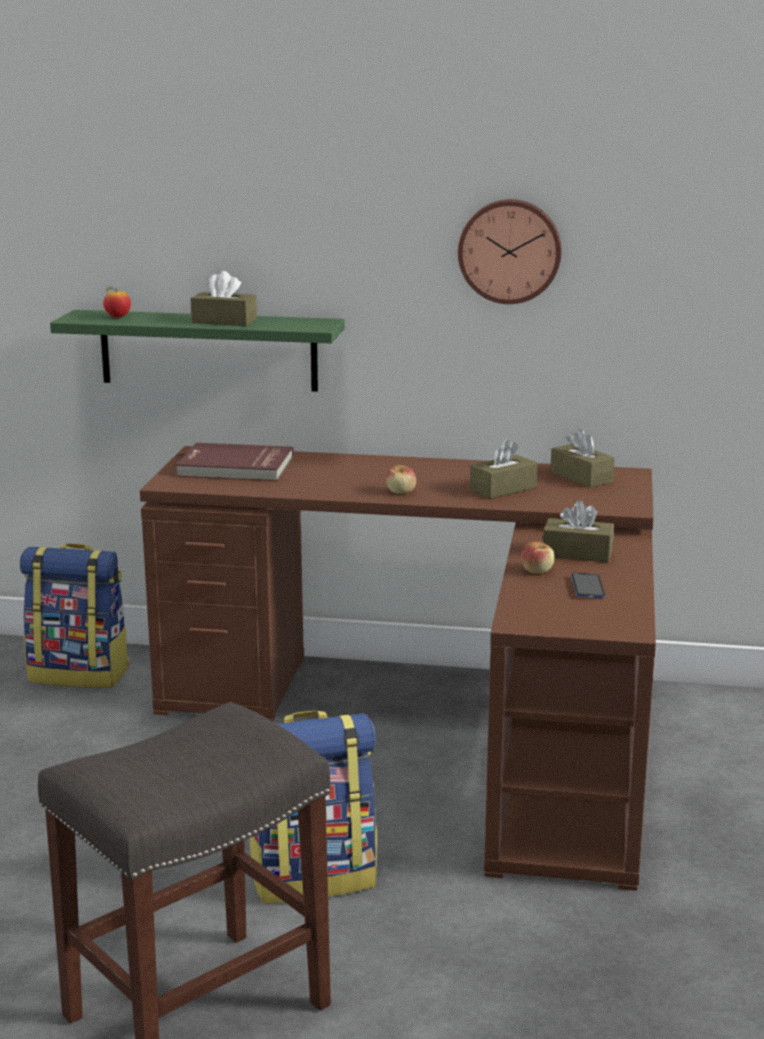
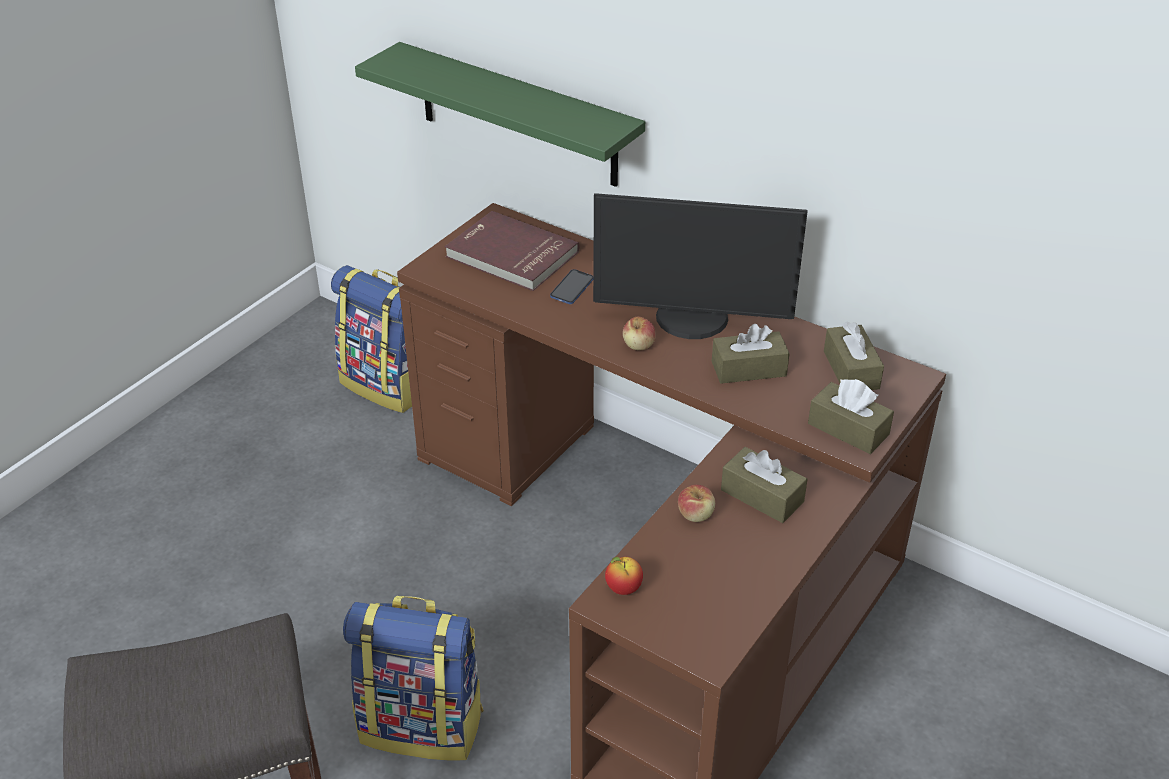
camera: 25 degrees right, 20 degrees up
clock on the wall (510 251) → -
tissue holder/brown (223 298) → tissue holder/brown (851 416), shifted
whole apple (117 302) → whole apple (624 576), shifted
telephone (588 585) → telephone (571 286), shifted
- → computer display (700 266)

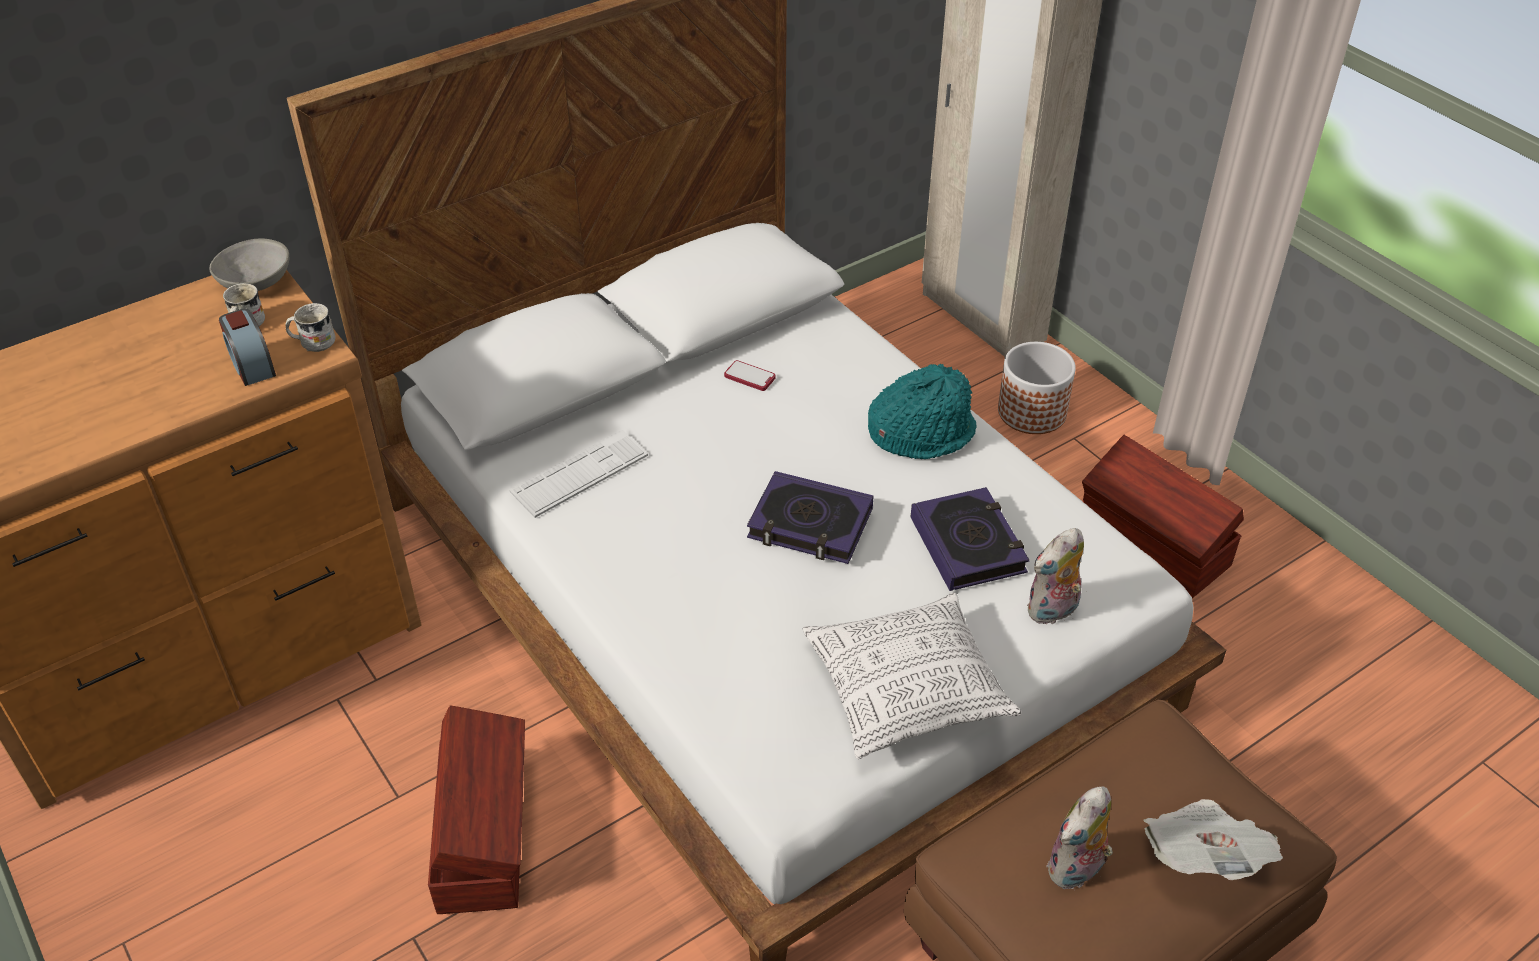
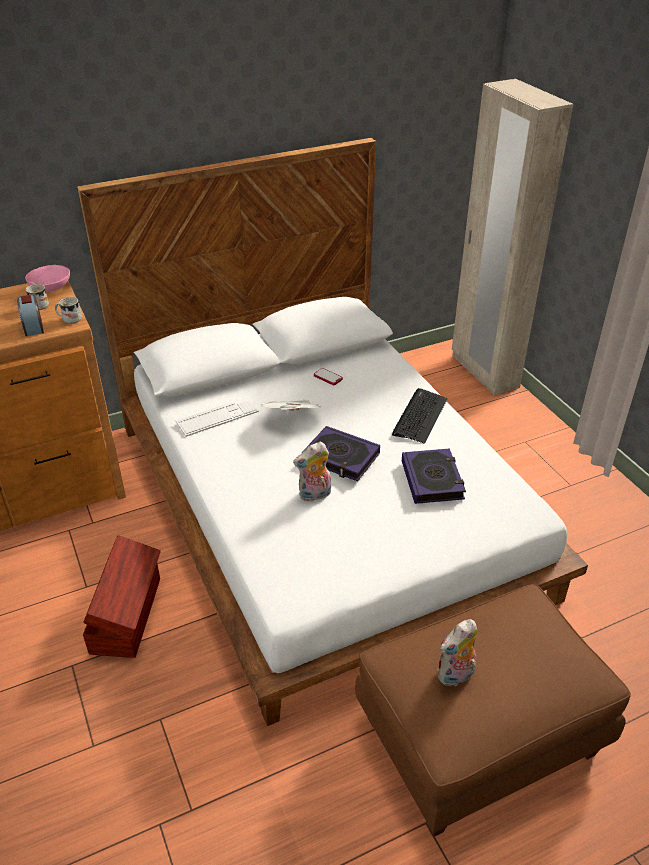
camera: 10 degrees right, 5 degrees down
deep dish/greyish (249 265) → deep dish/pink (47 278)
planter (1037 388) → -
hat/blue-green (922 411) → computer keyboard (420 416)
storage box/brown (1163 516) → -
cuddly toy (1055 577) → cuddly toy (312 472), shifted
throw pillow (912 675) → -
printed paper (1213 839) → printed paper (291 405), shifted

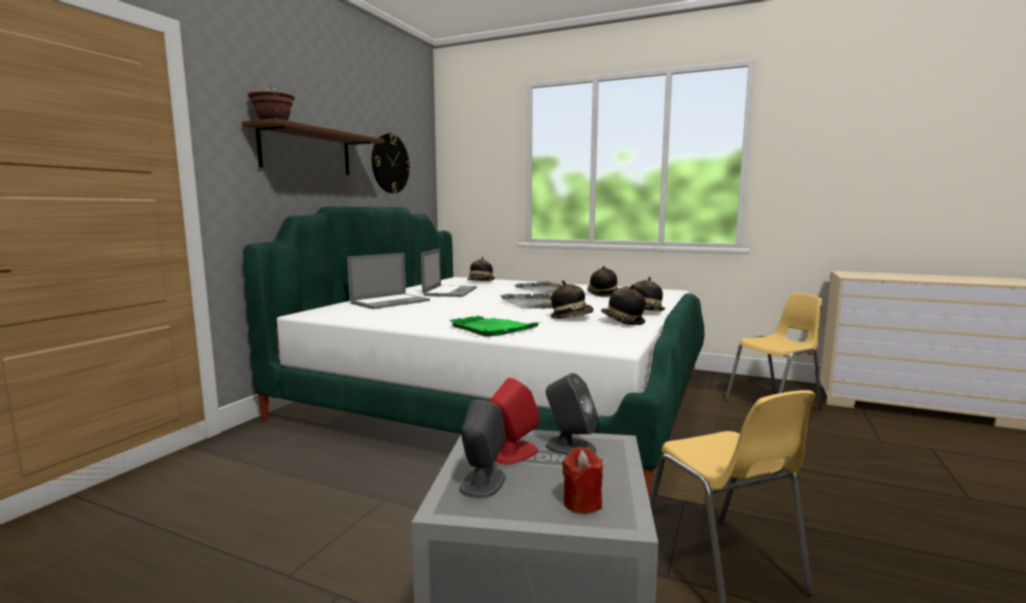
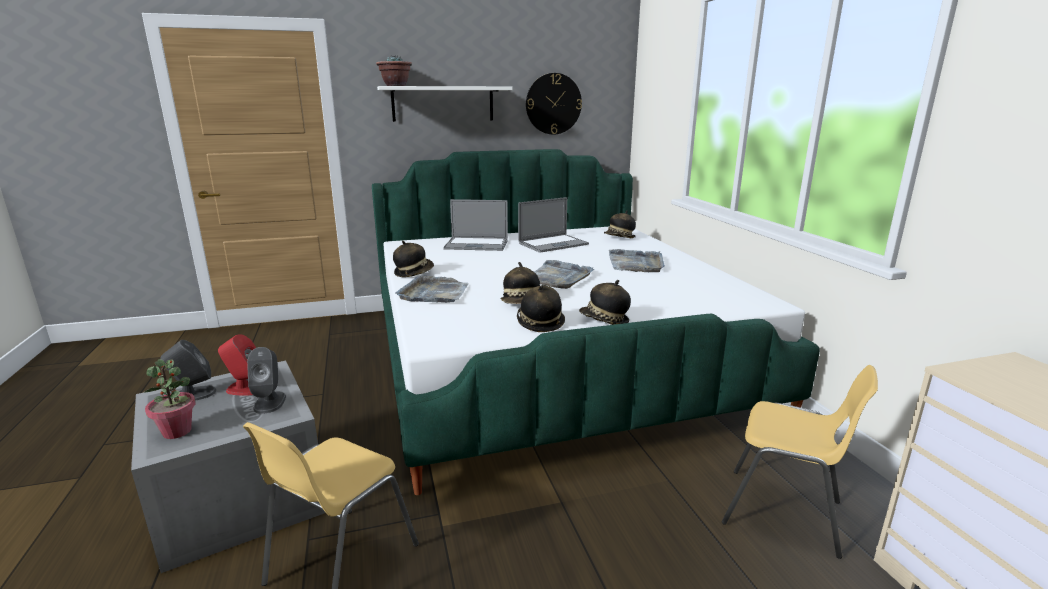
camera: 50 degrees right, 10 degrees up
wall shelf/brown (313 146) → wall shelf/white (445 104)
hat (602 281) → hat (413 259), shifted
carrying tray/greenish (496 326) → carrying tray/greyish (432 289)
wax light/red-coloured (582 480) → potted plant (169 399)

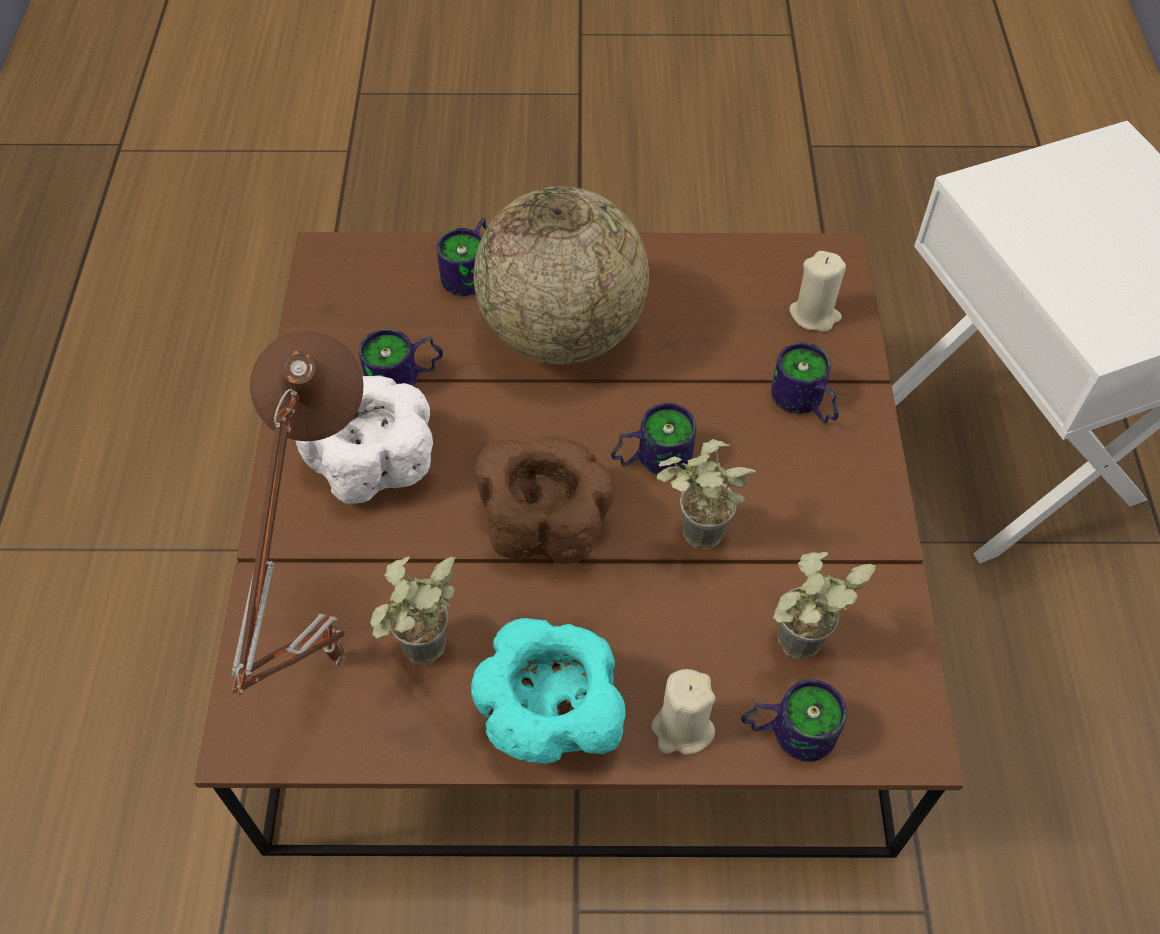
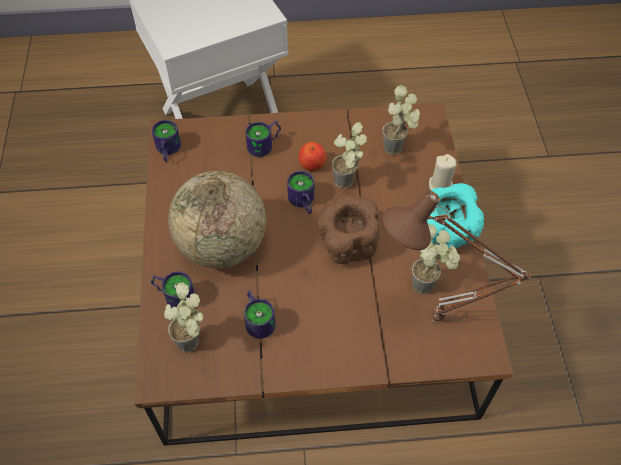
camera: 95 degrees left, 0 degrees up
wax light/sand-coloured (817 291) → -
deep dish/white (364 440) → -
mug (794 721) → mug (166 141), shifted
- → whole apple (312 156)
- → potted plant (183 317)

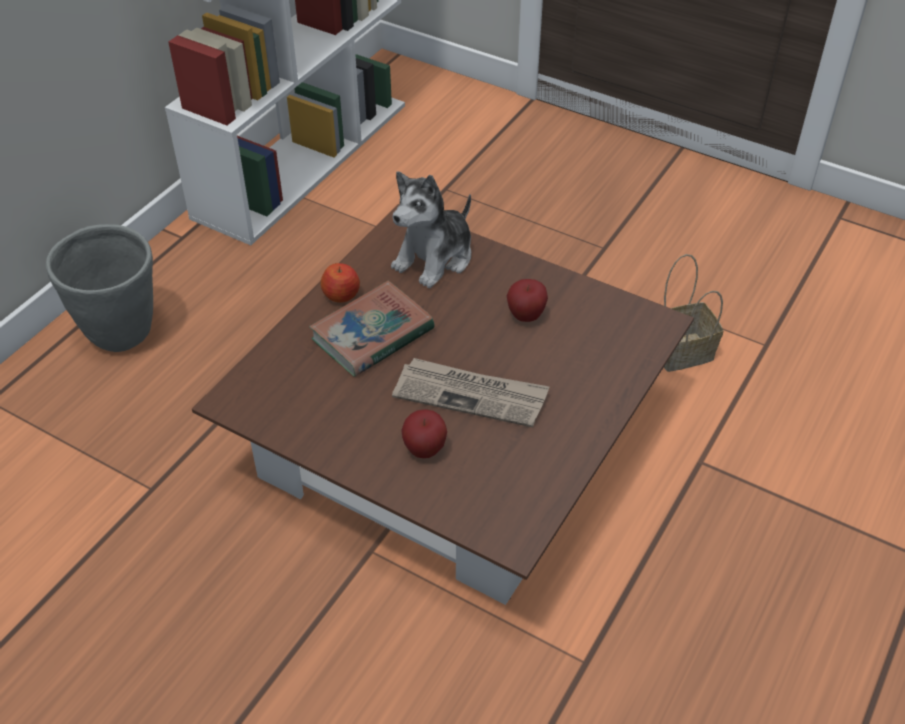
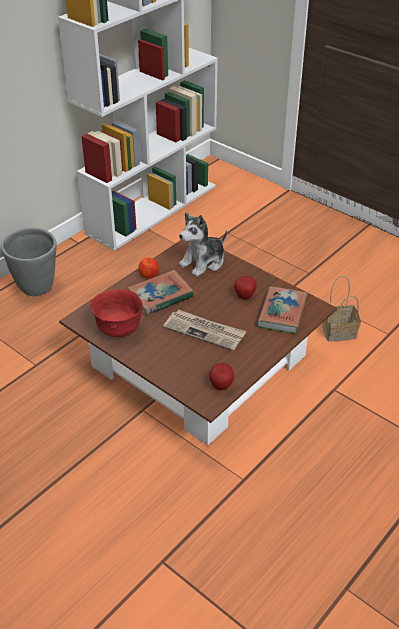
camera: 10 degrees right, 5 degrees down
whole apple (424 433) → whole apple (221 376), shifted
- → book (282 310)
- → deep dish/red-coloured (116 313)

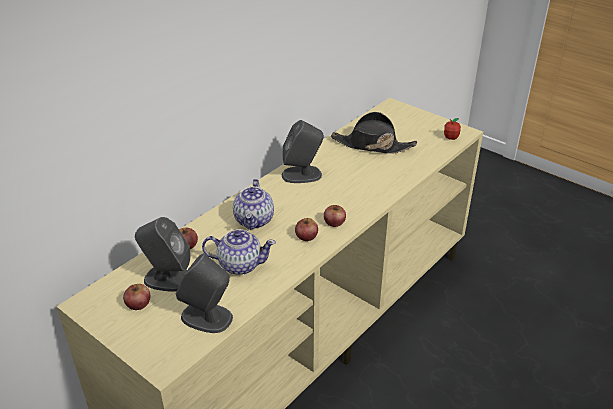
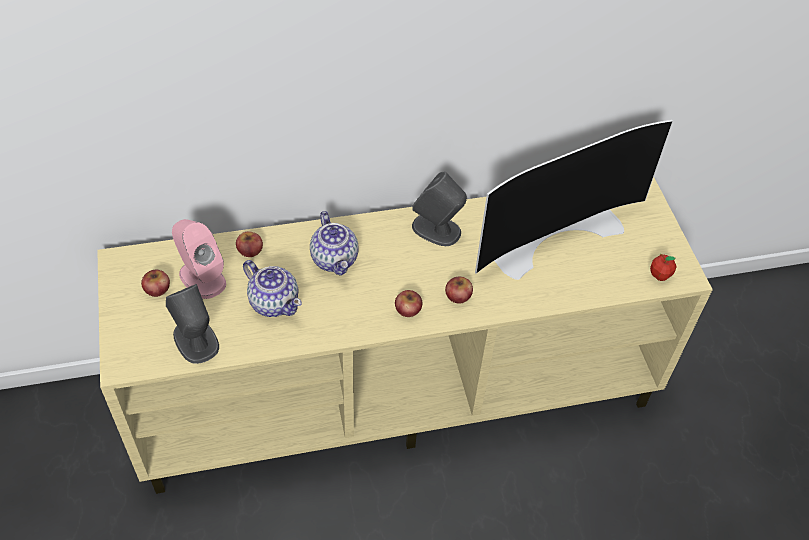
camera: 35 degrees right, 15 degrees up
hat/black-coloured (374 133) → TV set (574 200)
teapot (253 204) → teapot (334 243), 60 degrees counterclockwise
loudspeaker/greyish (163 254) → loudspeaker/pink (199 259)
whole apple (306 229) → whole apple (459 290), shifted

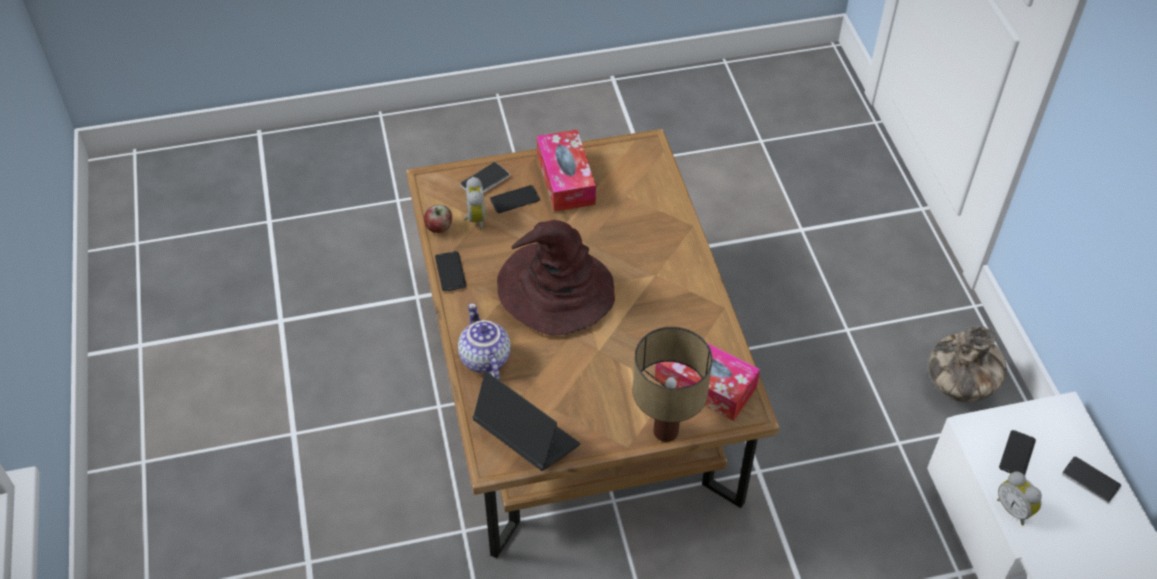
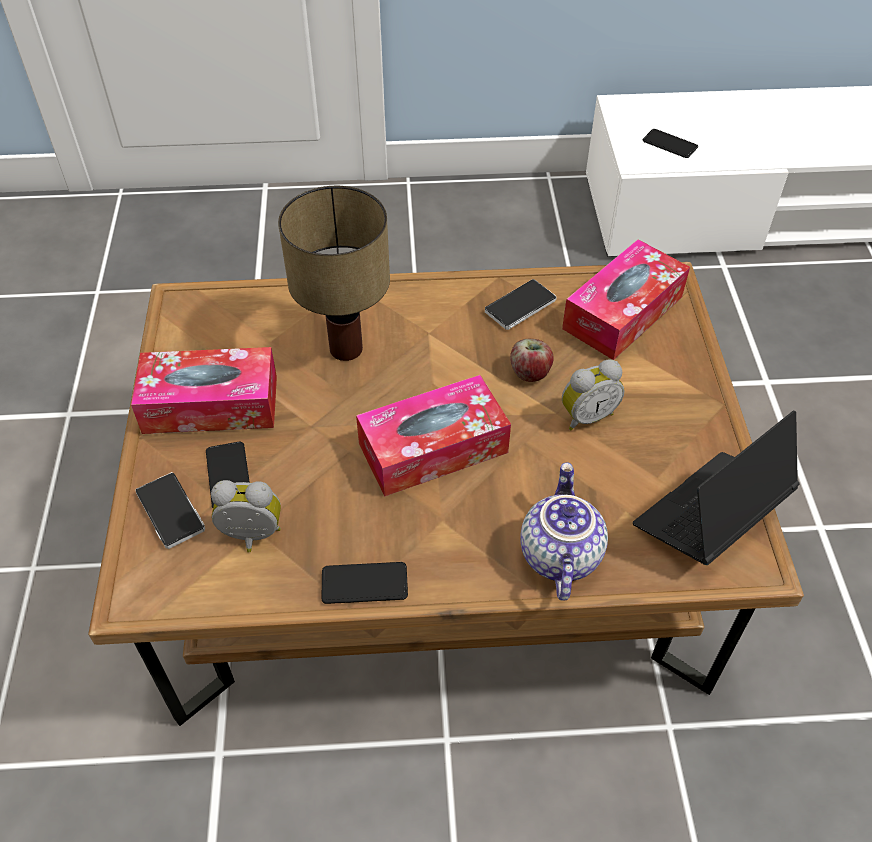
camera: 80 degrees left, 0 degrees up
whole apple (438 219) → whole apple (532 360), shifted
hat/brown (556 277) → tissue holder (433 436)
teapot (484 341) → teapot (564 531), 105 degrees clockwise
flower vase (968 364) → -
tabletop lamp (673 384) → tabletop lamp (334 273), shifted
telephone (1092 480) → telephone (521 304), shifted
bedside clock (1019 498) → bedside clock (593 395), shifted

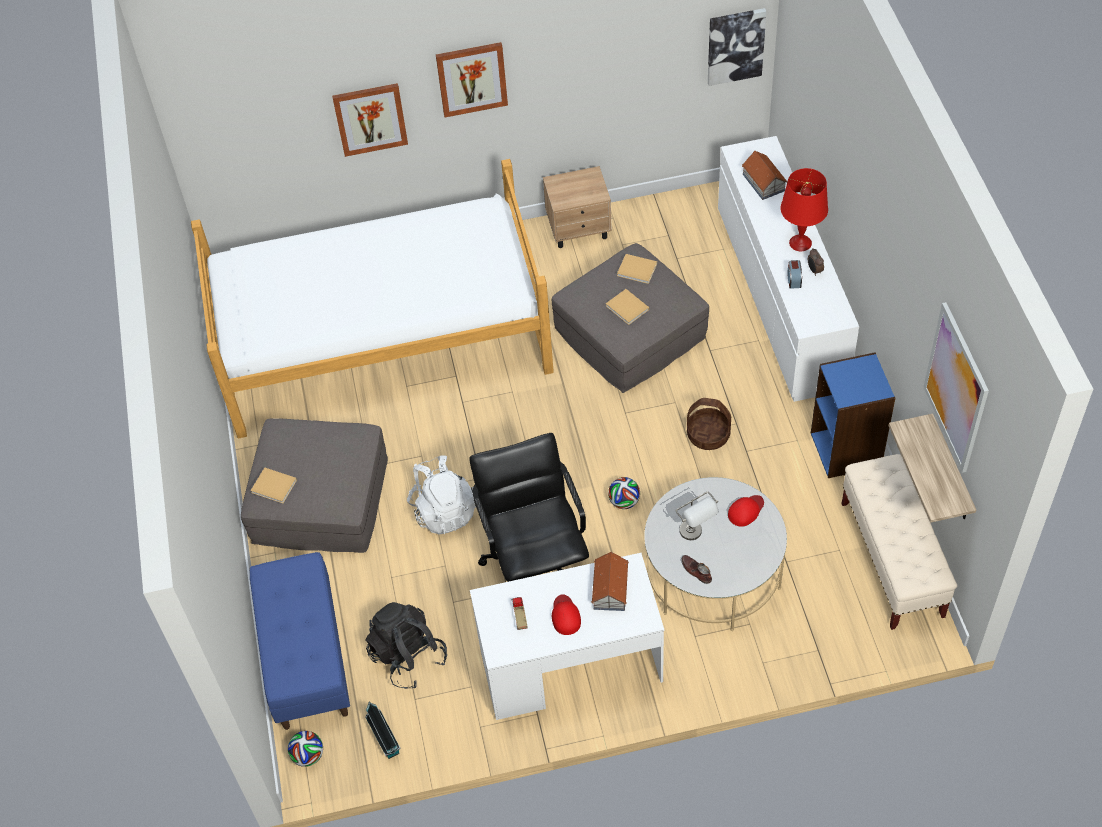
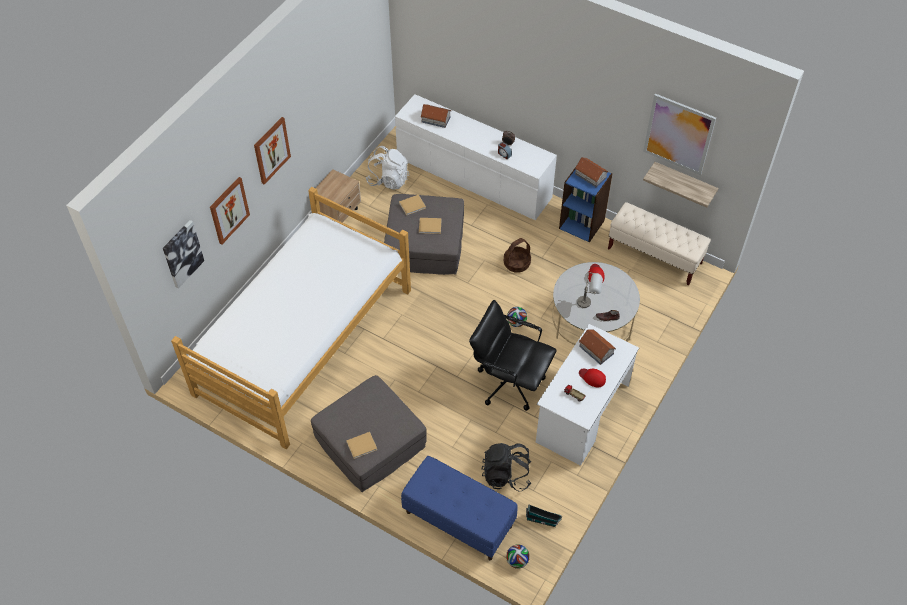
camera: 50 degrees left, 0 degrees up
wall picture (737 47) → wall picture (183 254), shifted
tabletop lamp/red-coloured (804 209) → -
rucksack/white (441 495) → rucksack/white (387 168), shifted
- → toy house (591 172)

